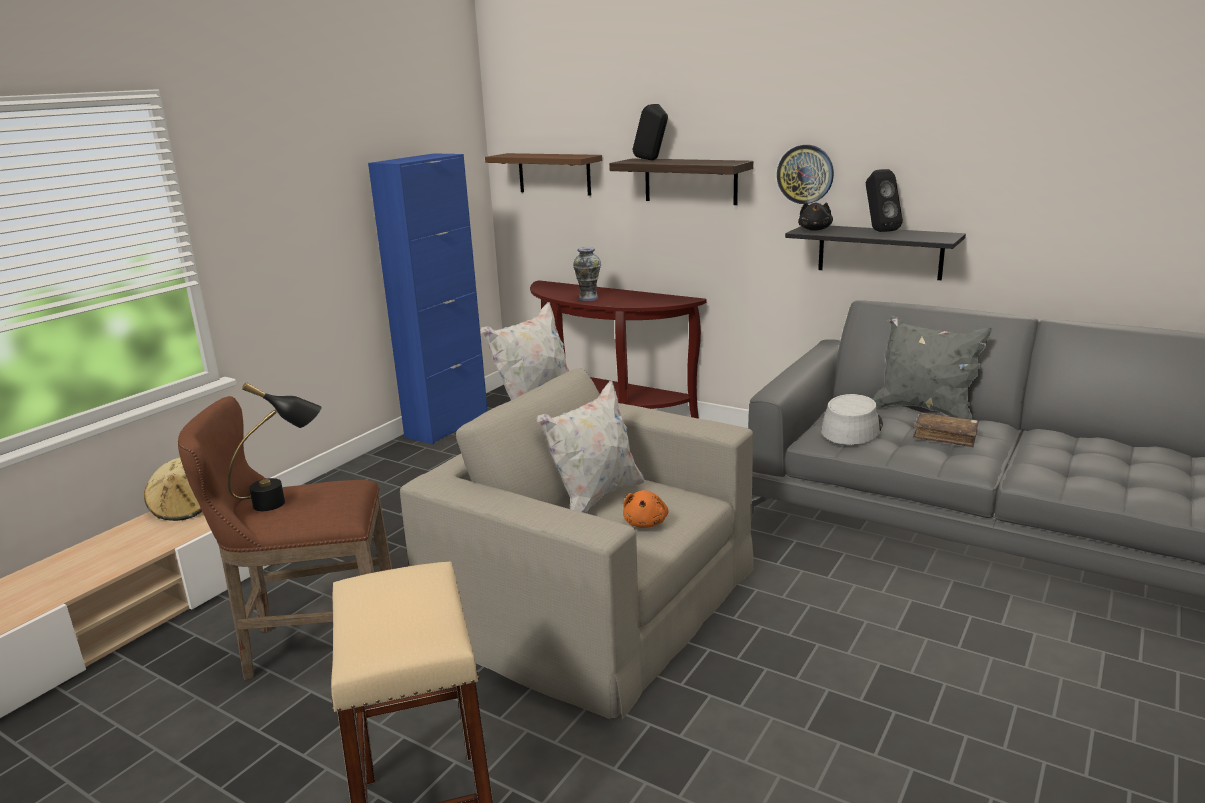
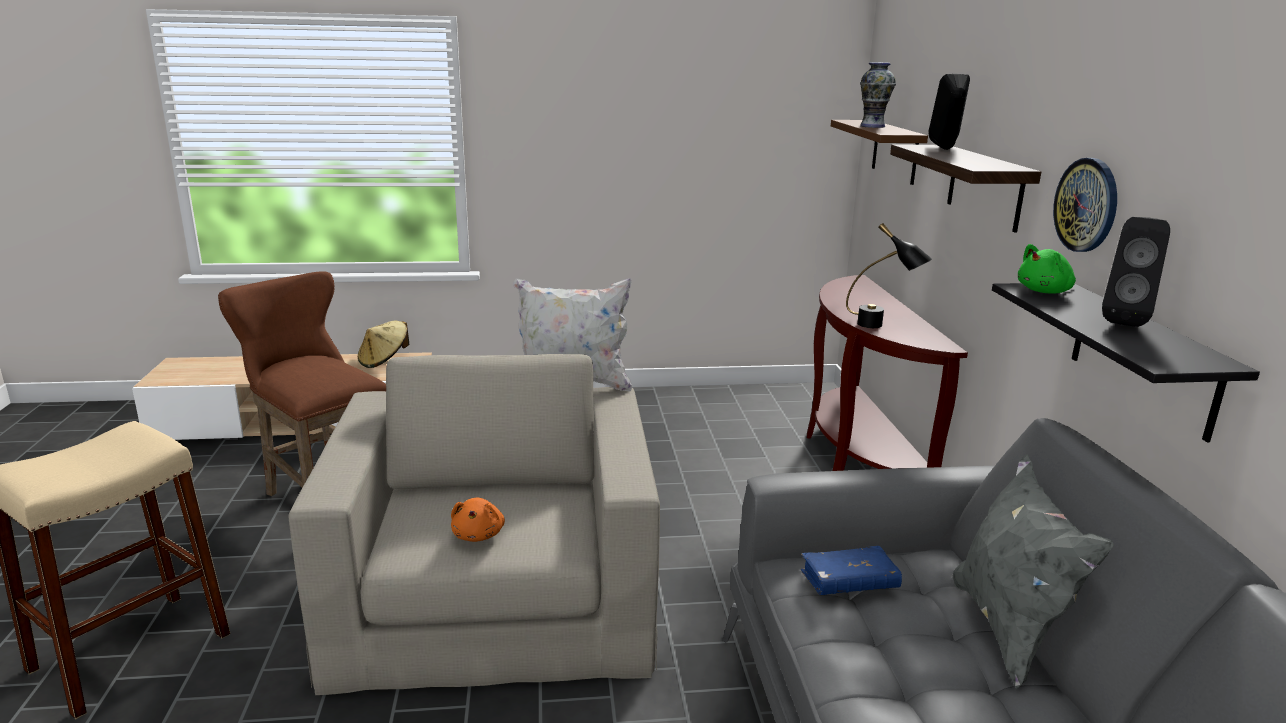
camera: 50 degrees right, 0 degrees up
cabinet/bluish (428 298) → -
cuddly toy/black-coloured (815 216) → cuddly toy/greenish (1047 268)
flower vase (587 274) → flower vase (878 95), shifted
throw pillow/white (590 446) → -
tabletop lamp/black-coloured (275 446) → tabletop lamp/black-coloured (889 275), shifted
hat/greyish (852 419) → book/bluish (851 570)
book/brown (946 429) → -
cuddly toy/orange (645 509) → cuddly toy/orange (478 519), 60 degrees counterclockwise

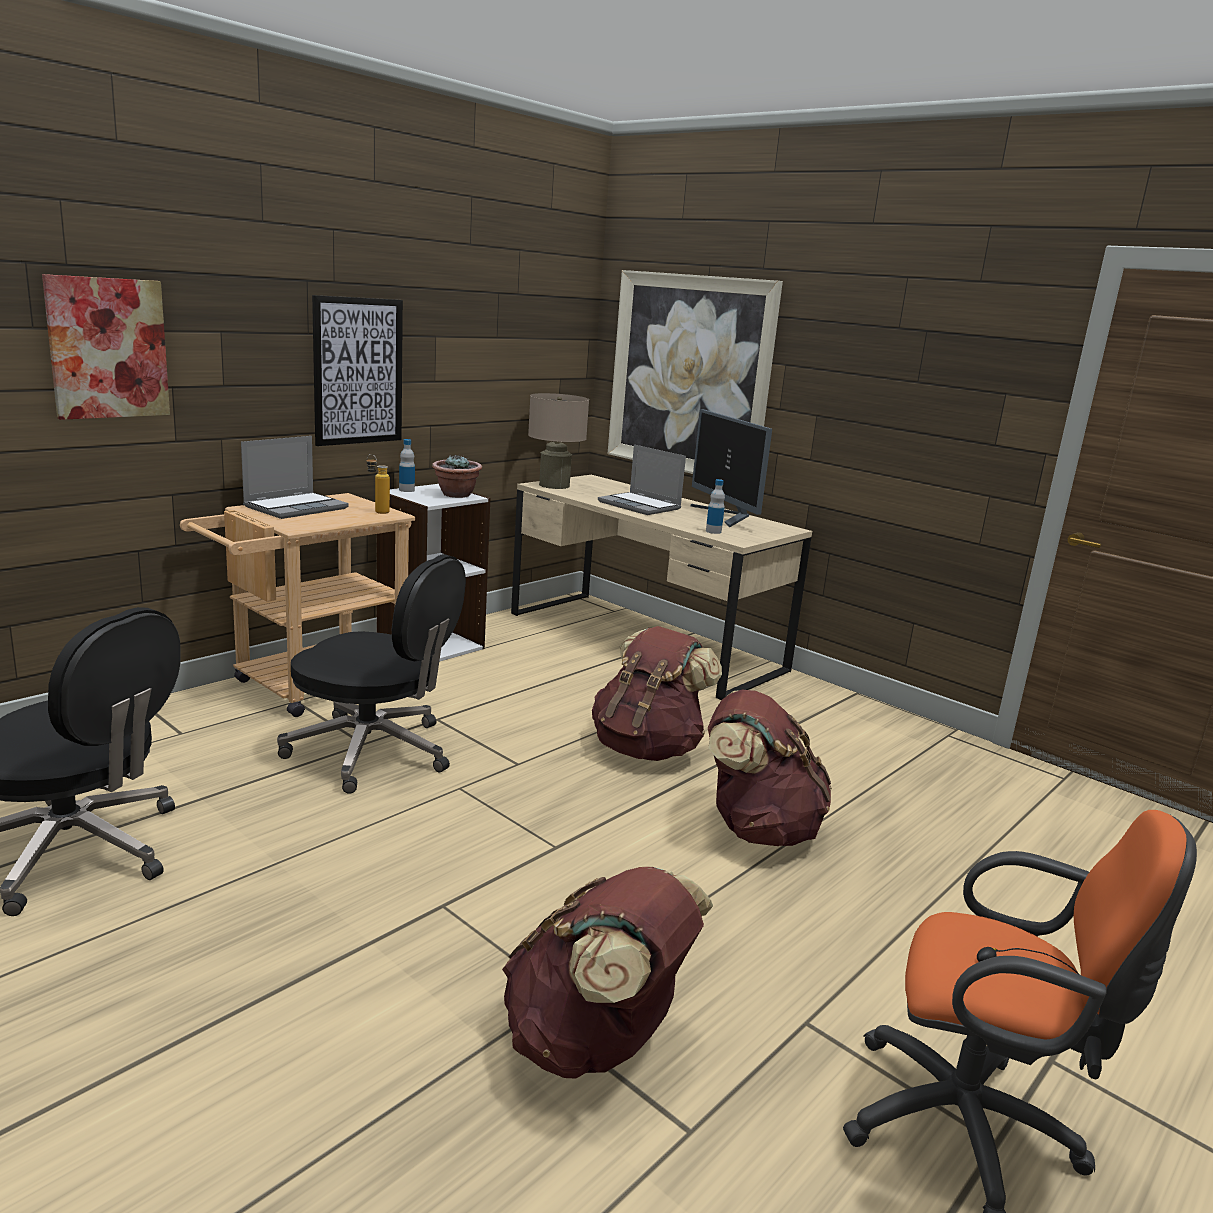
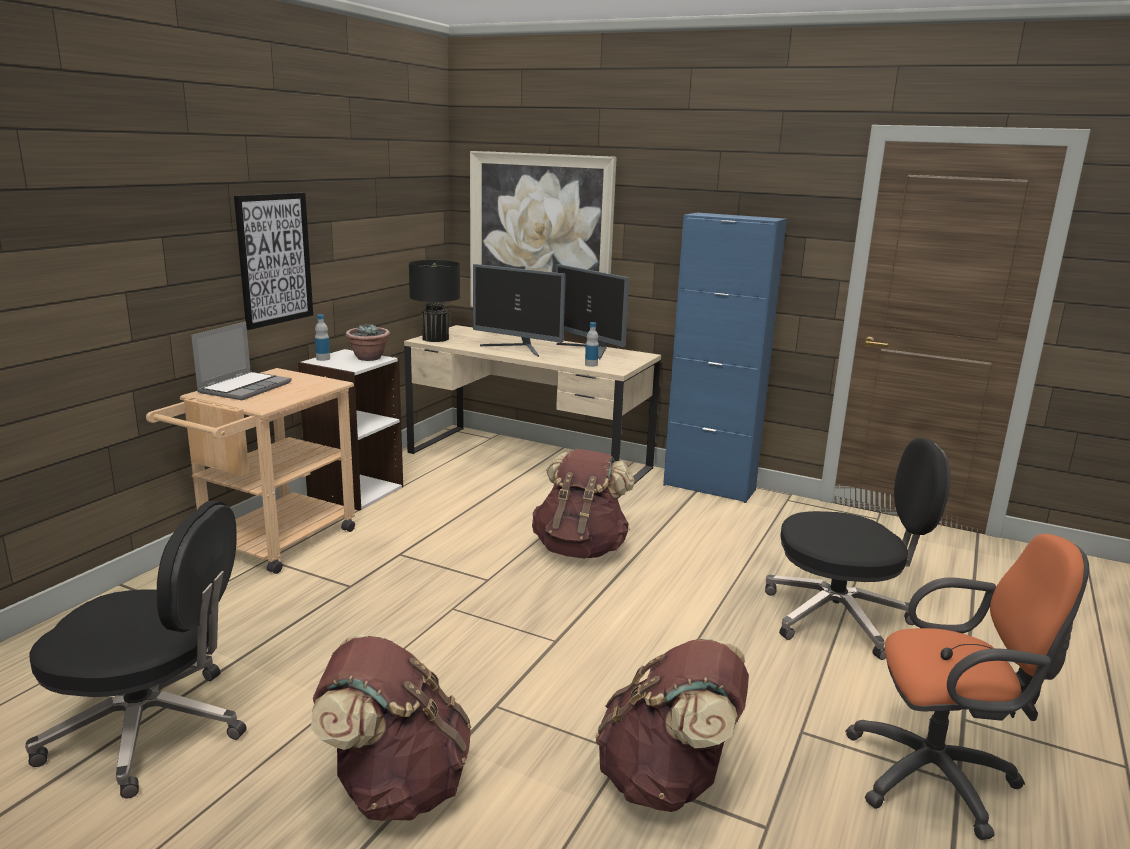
camera: 15 degrees left, 0 degrees up
wall picture (106 347) → -
tabletop lamp/sand-coloured (558 441) → tabletop lamp/black-coloured (434 301)
notebook computer (642 480) → computer display (519 310)
drink bottle (378 484) → -
computer chair/black-coloured (371 674) → computer chair/black-coloured (858 549), shifted
rucksack/brown (770 767) → rucksack/brown (391 728), shifted
- → cabinet/bluish (725 358)

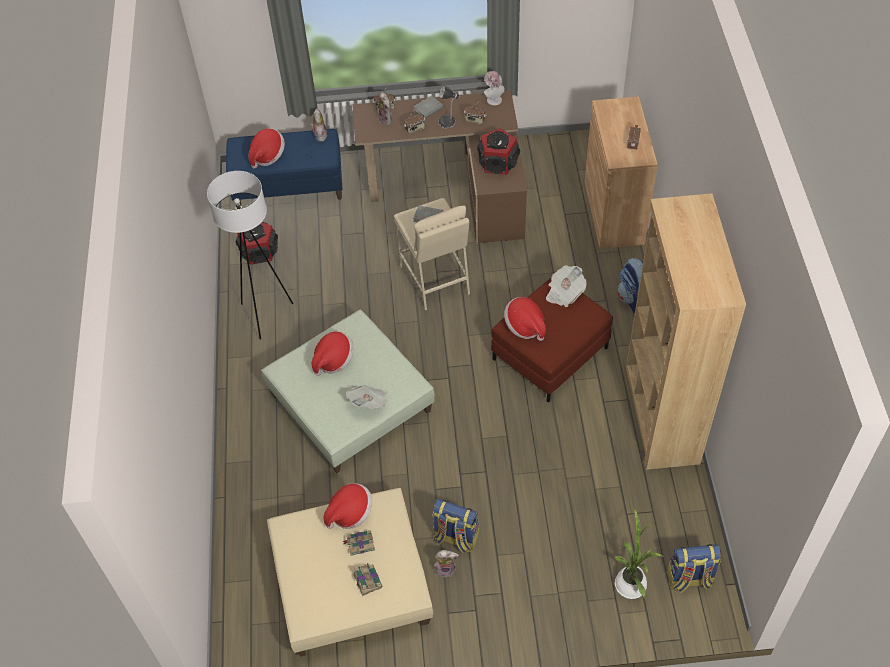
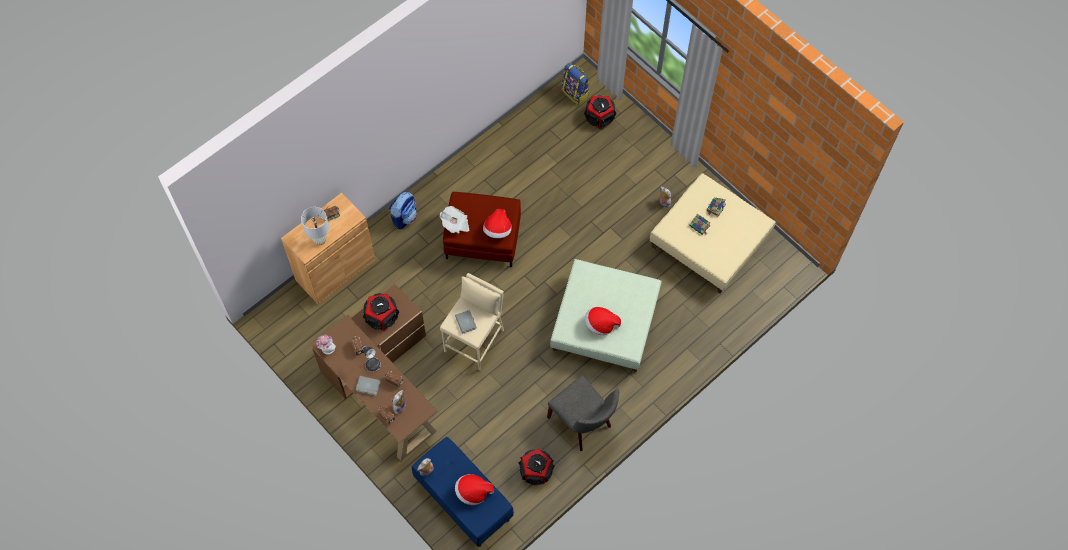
camera: 130 degrees left, 10 degrees up
floor lamp/white (250 255) → plain chair/greyish (583 413)
bookcase/brown (686 331) → -
printed paper (366 397) → -
hat (348 506) → -
rucksack (456 526) → -
potted plant (638 553) → loudspeaker (600 112)
- → tabletop lamp/white (315 226)

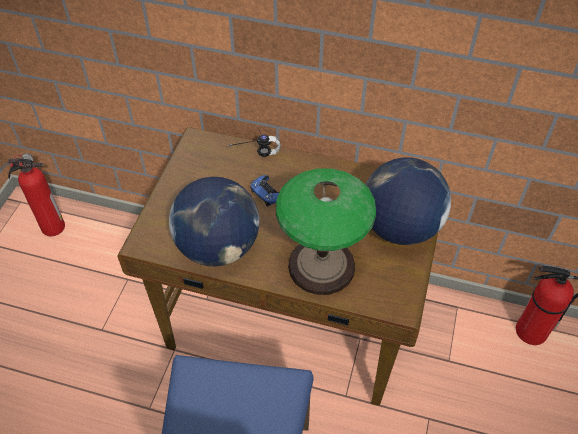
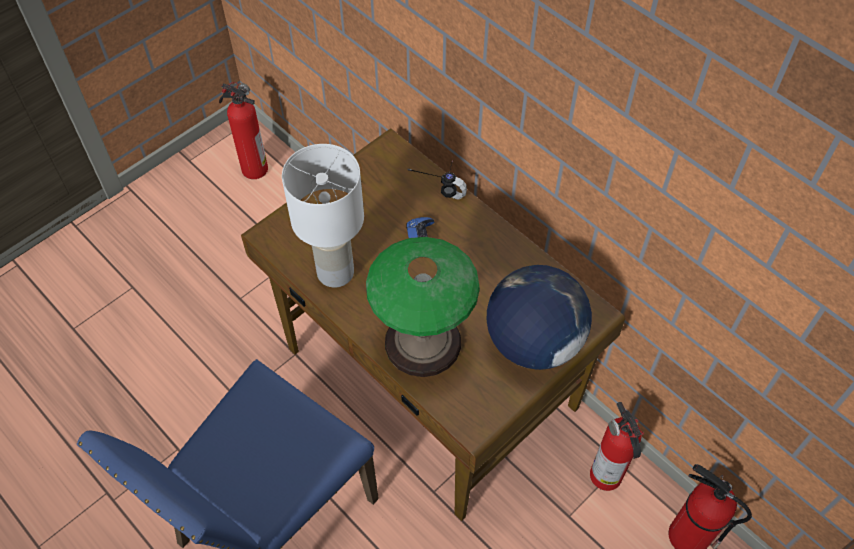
camera: 30 degrees right, 5 degrees up
world globe (214 222) → tabletop lamp/white (323 216)
- → fire extinguisher (617 446)

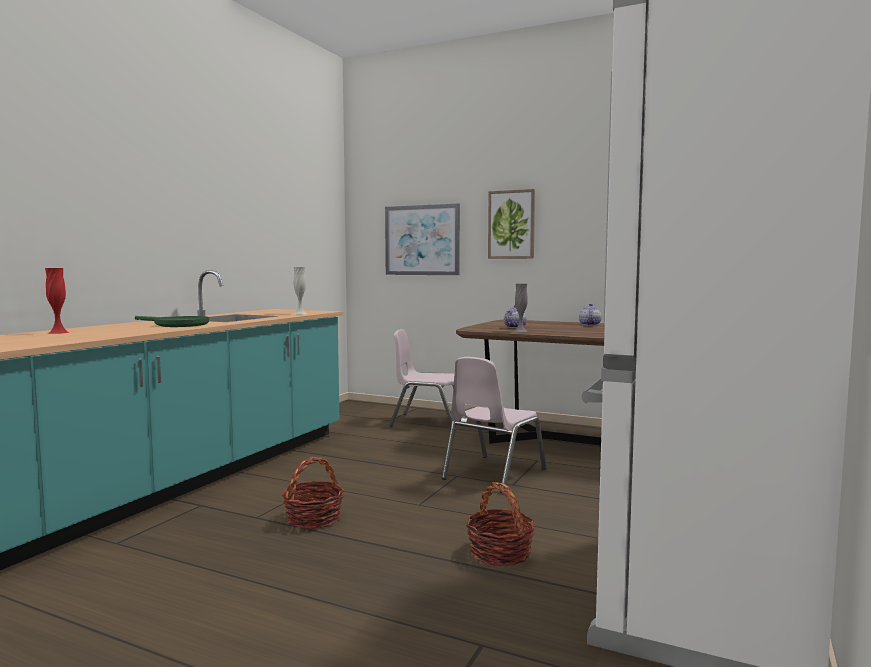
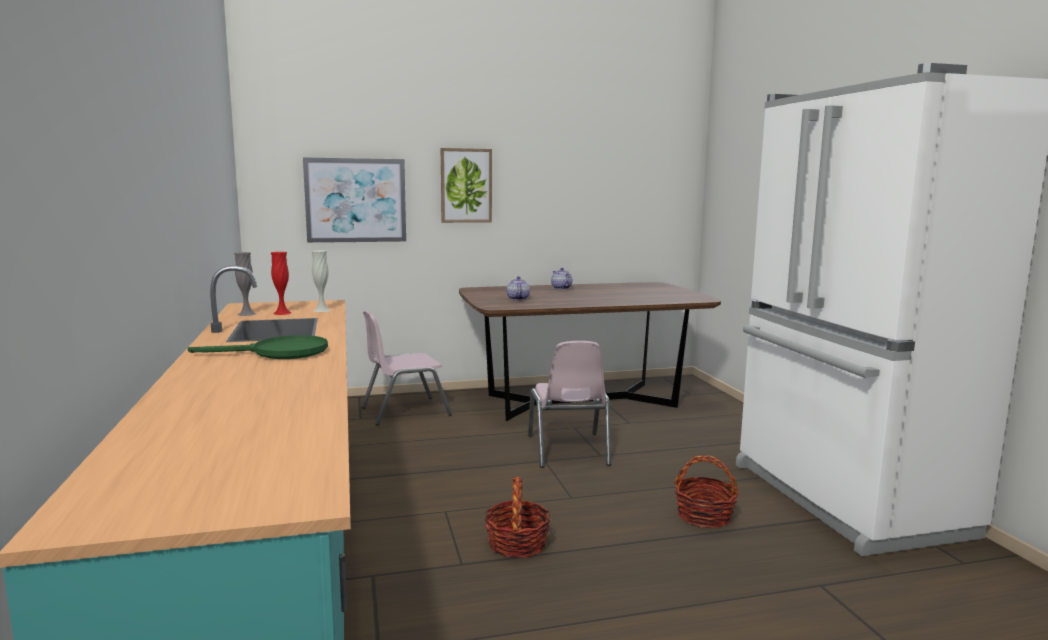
camera: 40 degrees left, 5 degrees up
flower vase/red-coloured (57 301) → flower vase/red-coloured (281 283), shifted
flower vase/greyish (521 307) → flower vase/greyish (245 284), shifted

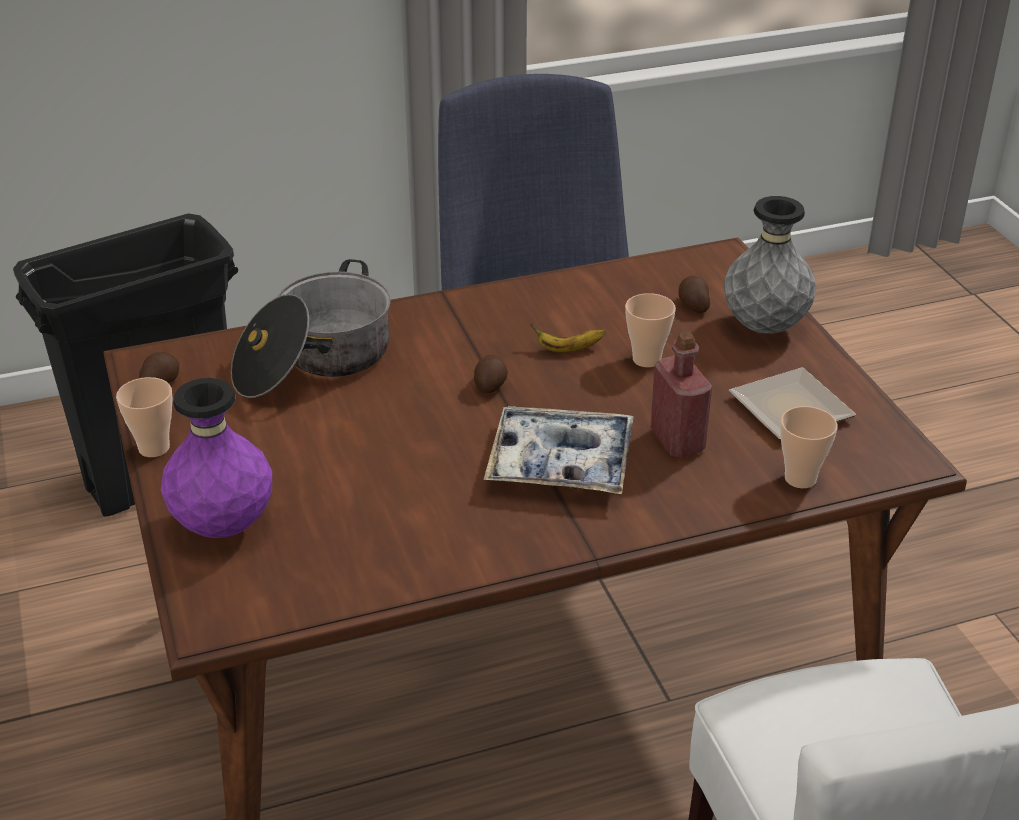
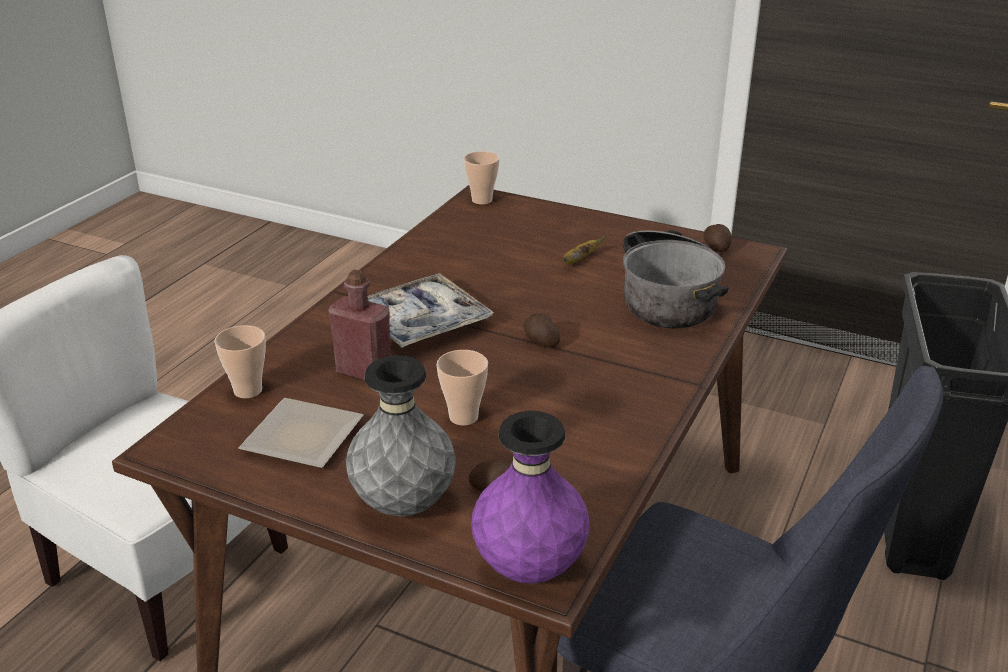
camera: 135 degrees right, 5 degrees down
banana (567 338) → banana (585 249), shifted
small cup (144 417) → small cup (482 178), shifted
flower vase/purplish (216 458) → flower vase/purplish (530 497), shifted

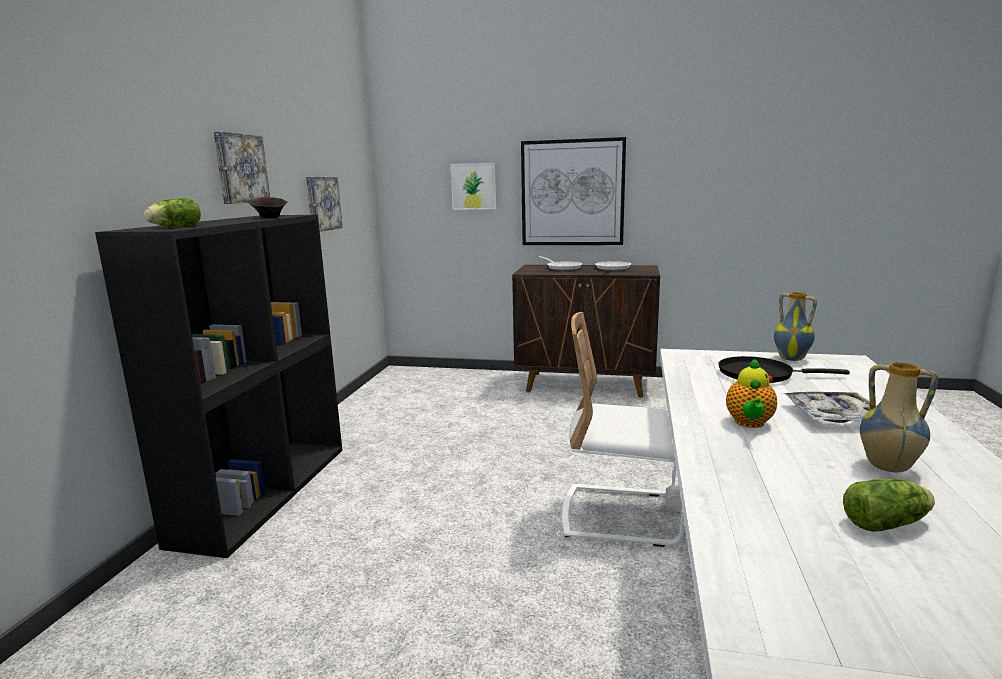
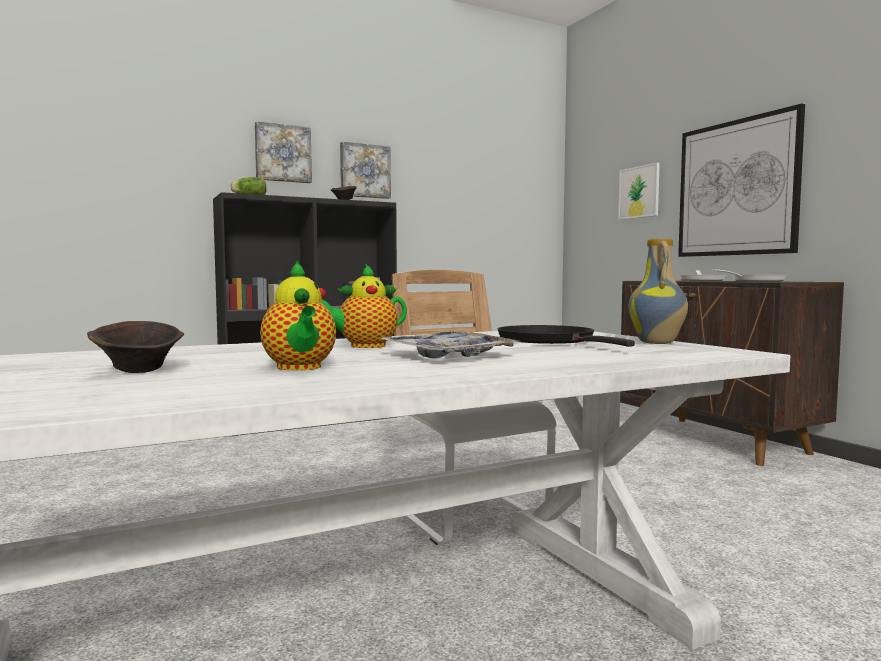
camera: 50 degrees right, 10 degrees down
wall picture (324 204) → wall picture (283 152), shifted
flower vase (899 417) → teapot (298 315)
head of lettuce (889 505) → deep dish/brown (135 347)

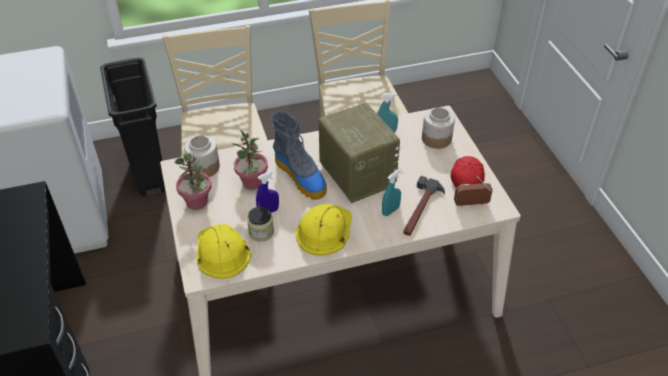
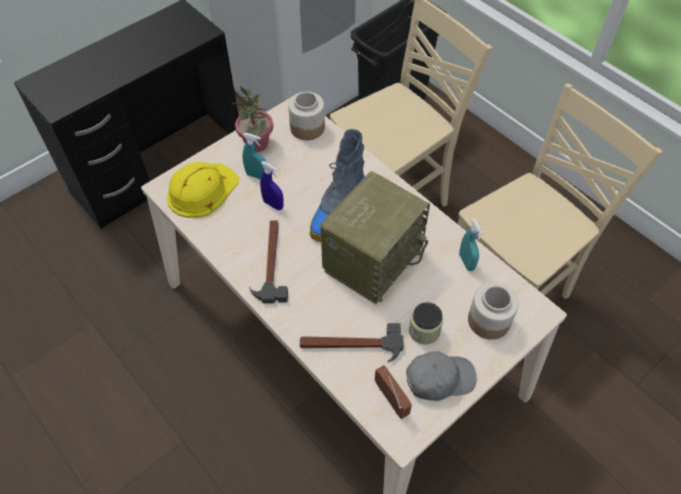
camera: 65 degrees right, 10 degrees up
potted plant (250 160) → -
cap/red-coloured (468 171) → cap/greyish (441 376)
spray bottle/blue-green (391 192) → spray bottle/blue-green (254 156), shifted
hard hat/yellowish (324 230) → hand hammer (268 261)
storage jar (260 224) → storage jar (426 323), shifted

